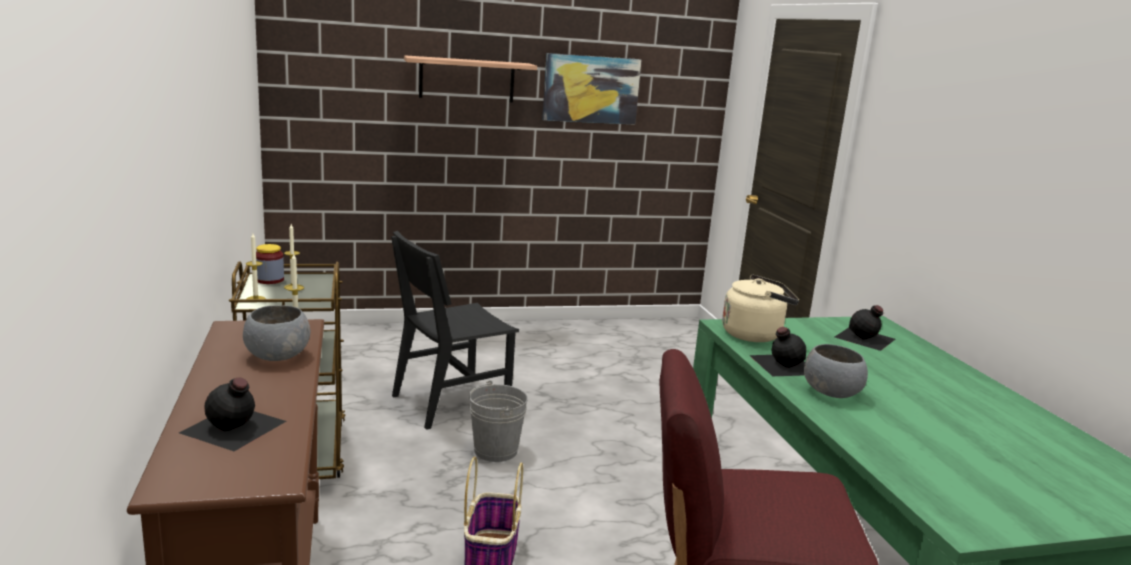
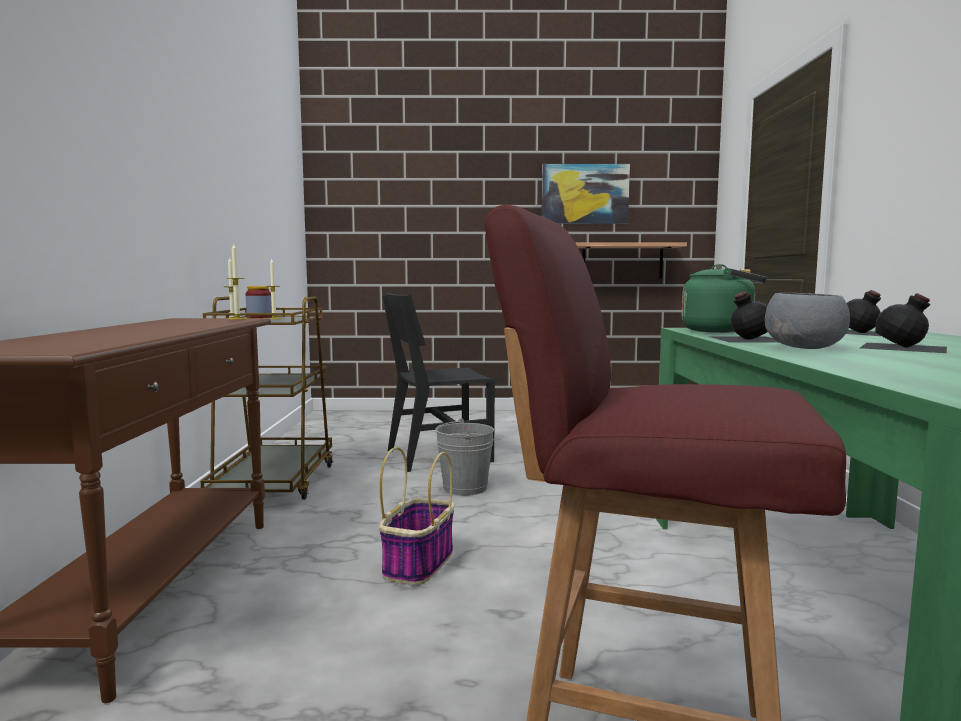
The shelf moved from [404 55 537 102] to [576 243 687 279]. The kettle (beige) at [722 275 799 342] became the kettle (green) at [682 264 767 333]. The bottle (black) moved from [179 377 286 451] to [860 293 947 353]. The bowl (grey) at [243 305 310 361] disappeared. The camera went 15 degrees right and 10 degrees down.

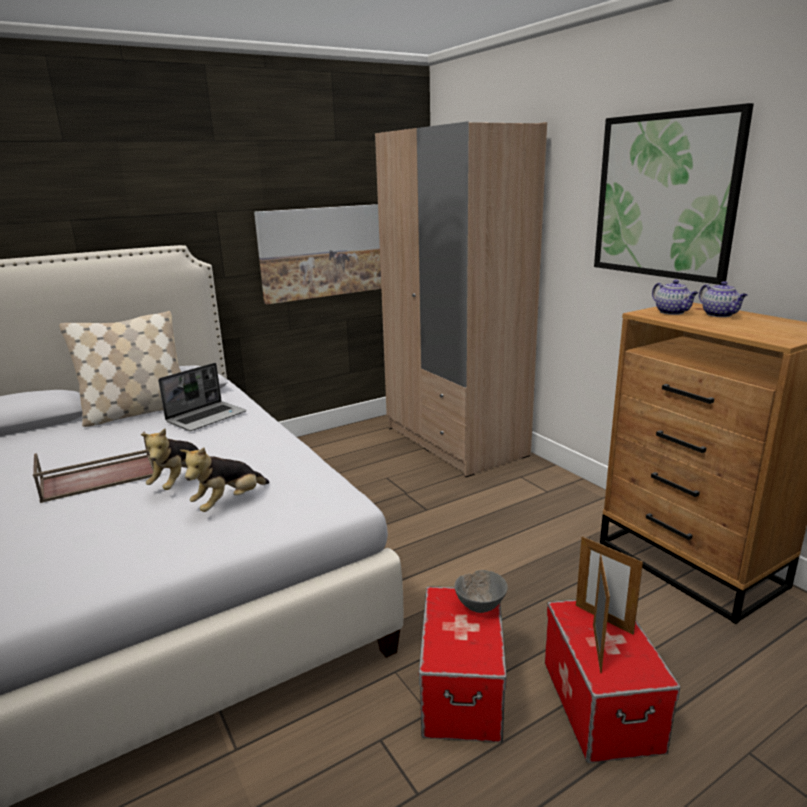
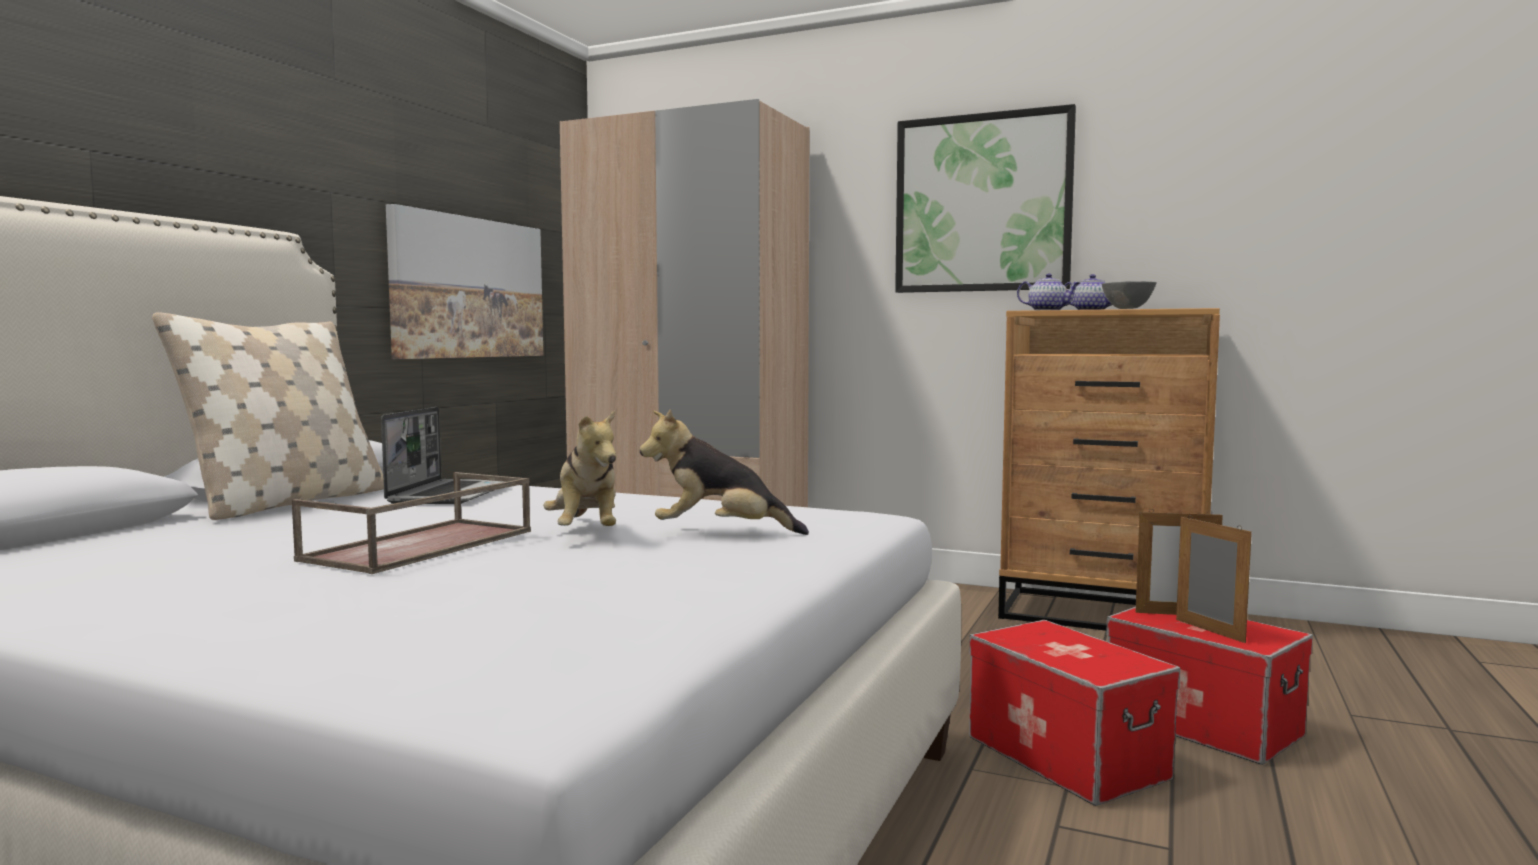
The plush toy at [180 447 270 512] turned 90 degrees clockwise. The bowl (grey) moved from [454 570 508 613] to [1102 281 1157 309]. The camera went 35 degrees left and 15 degrees down.

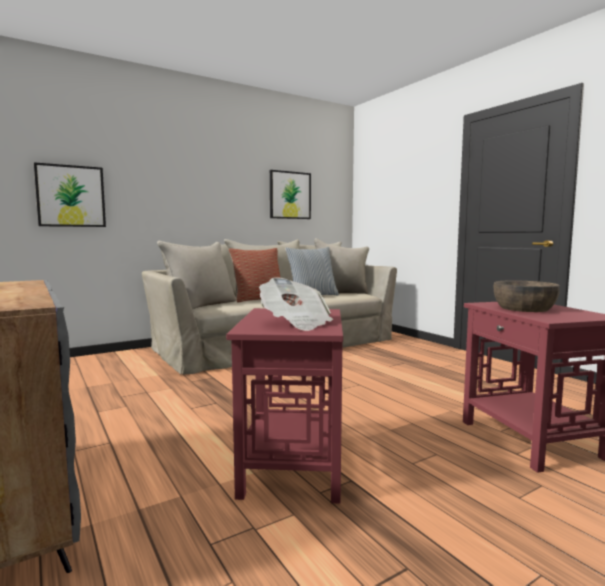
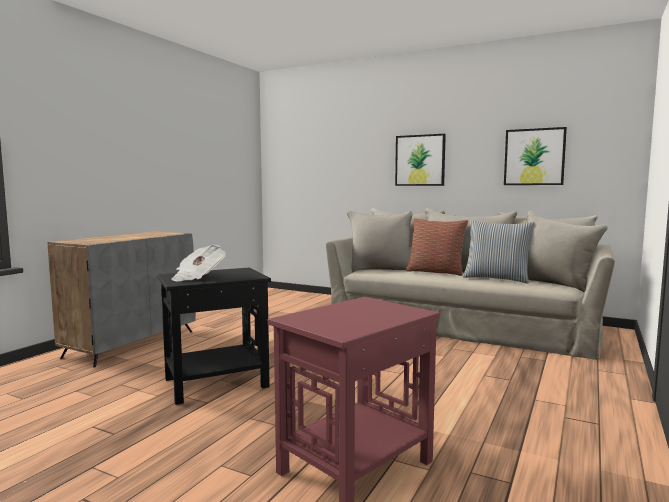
The side table (red) at [226 308 343 504] became the side table (black) at [157 267 271 405]. The picture moved from [34 162 106 227] to [395 134 446 186]. The bowl (brown) at [494 280 560 312] disappeared. The camera went 60 degrees right and 0 degrees up.

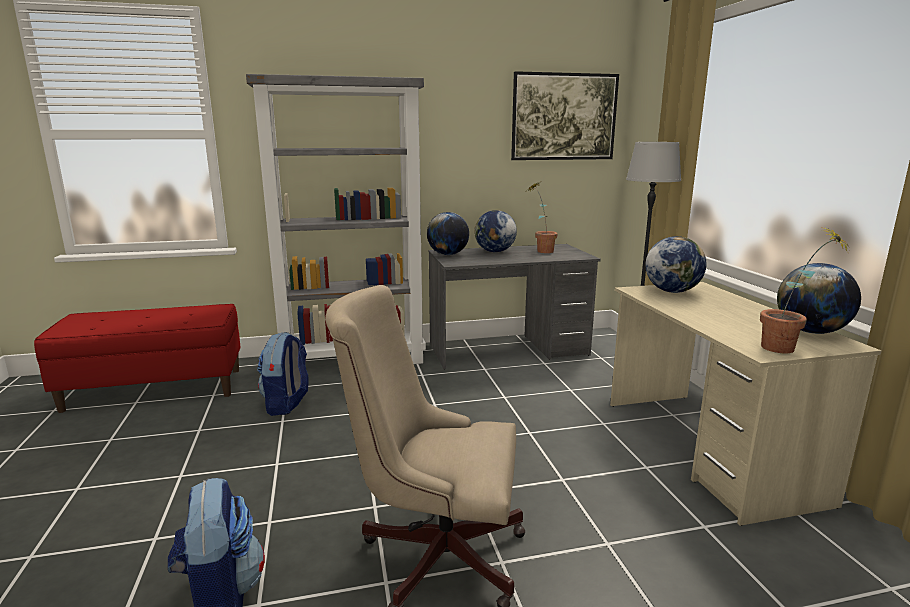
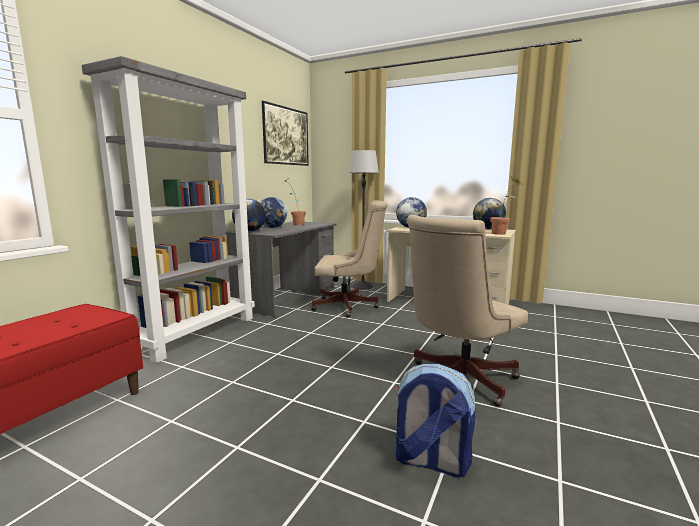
The office chair (beige) at [311 200 388 317] appeared. The backpack at [257 332 308 416] disappeared. The camera went 50 degrees left and 5 degrees down.

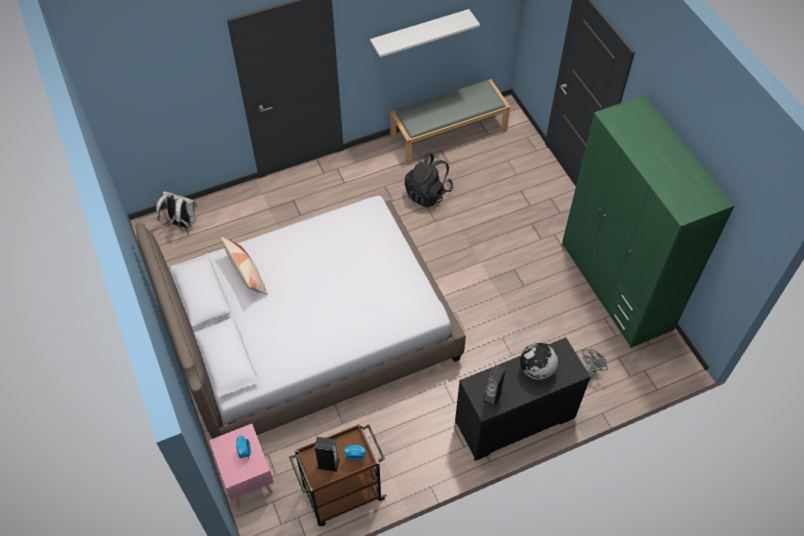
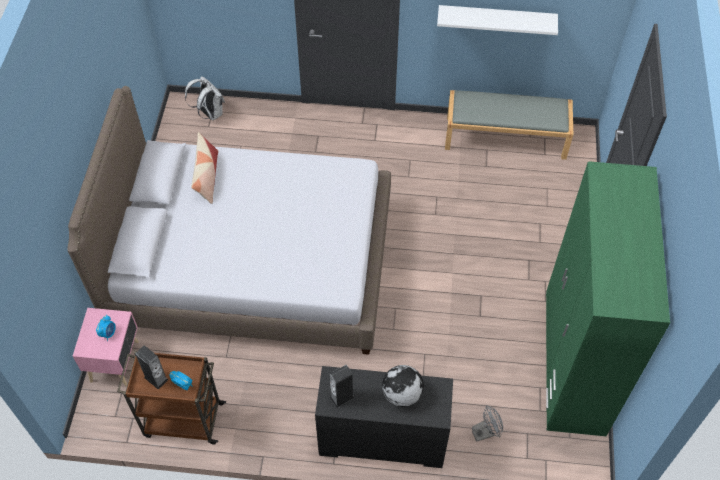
The backpack (black) at [404 153 453 207] disappeared. The camera went 30 degrees right and 0 degrees up.

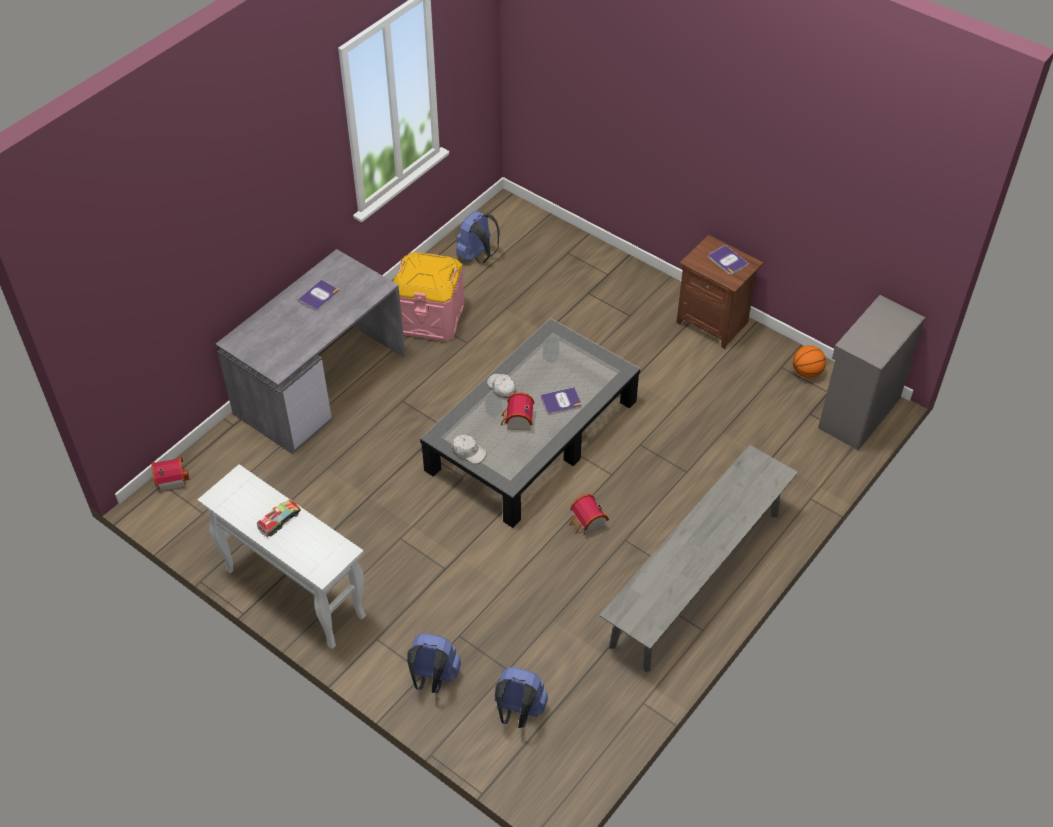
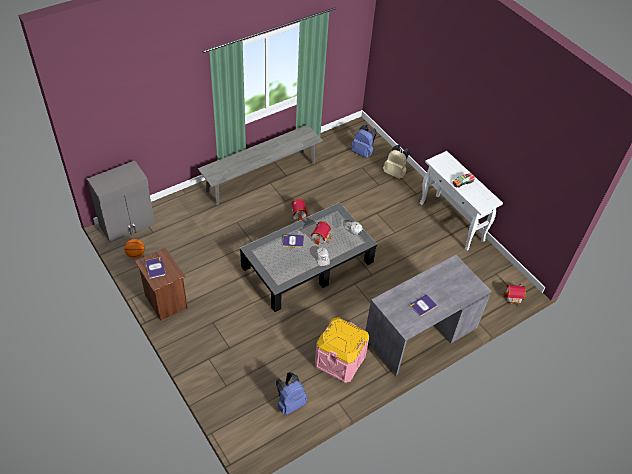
The backpack (blue) at [407 633 461 693] became the backpack (beige) at [383 145 410 179]. The camera went 165 degrees left and 0 degrees up.

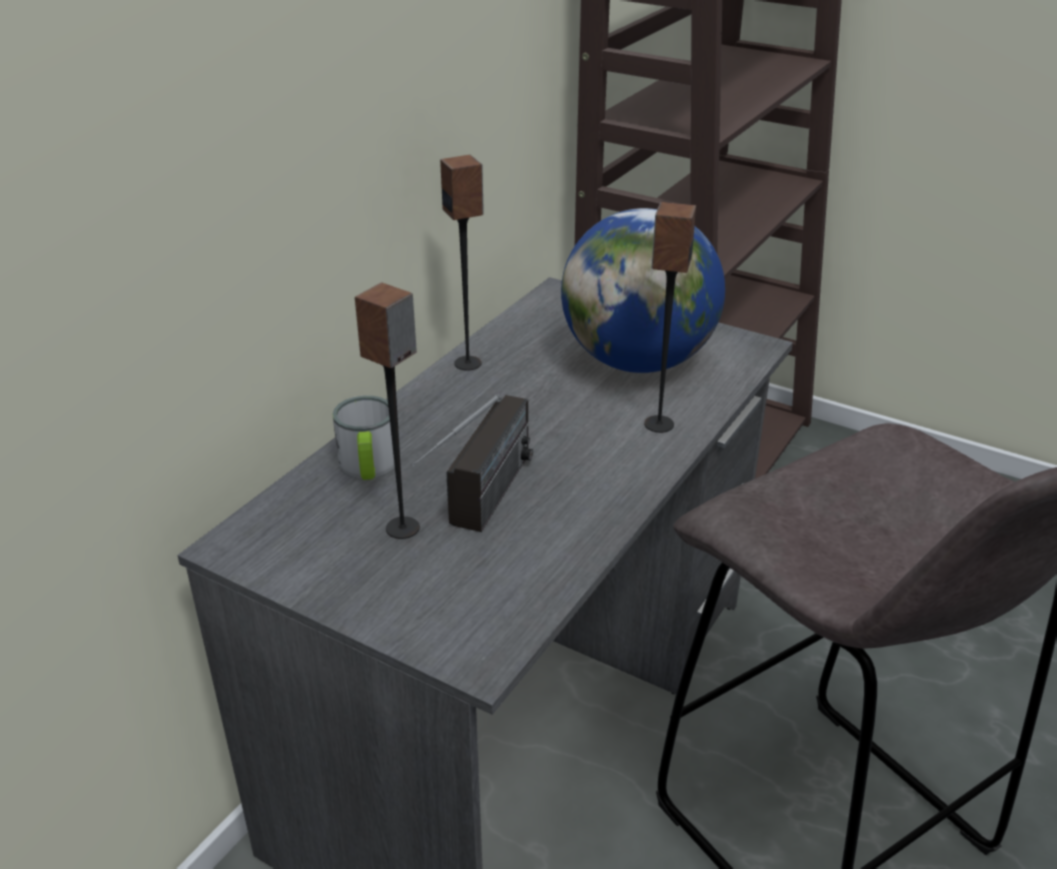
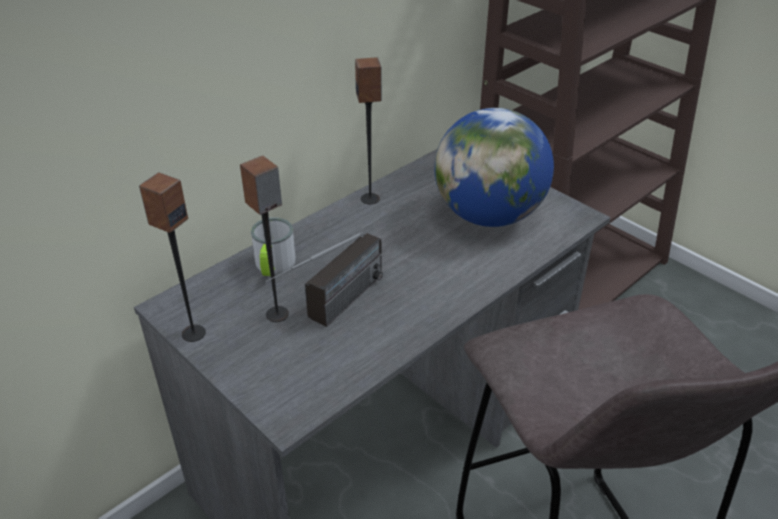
The speaker moved from [644 202 696 433] to [139 173 206 342]. The camera went 15 degrees right and 5 degrees up.

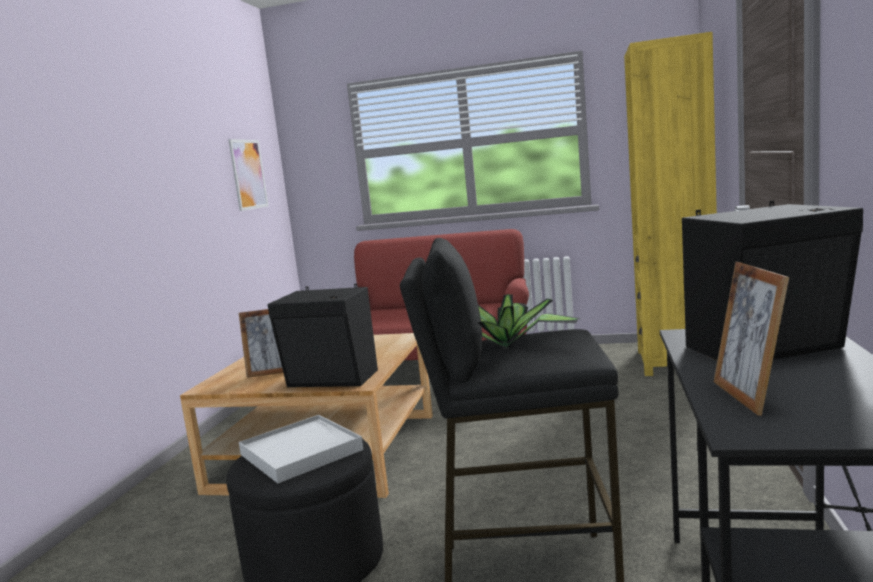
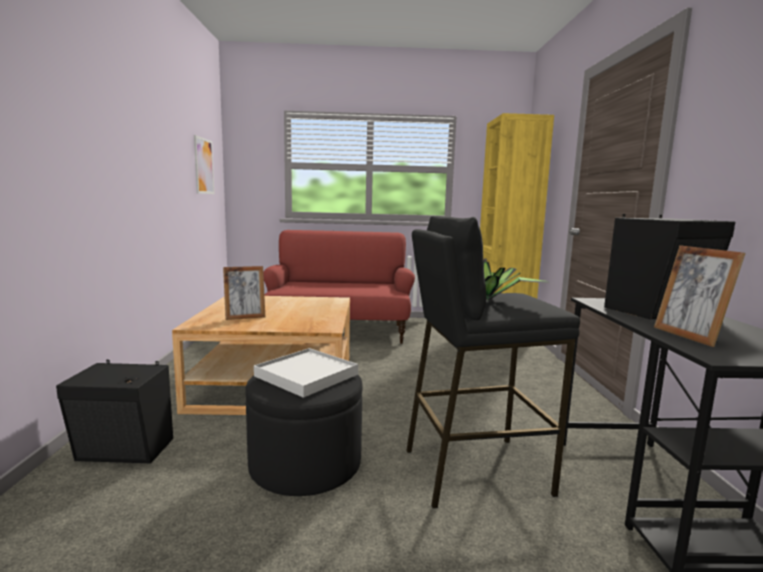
The speaker (black) moved from [268 284 378 387] to [56 360 173 463]. The camera went 15 degrees left and 0 degrees up.

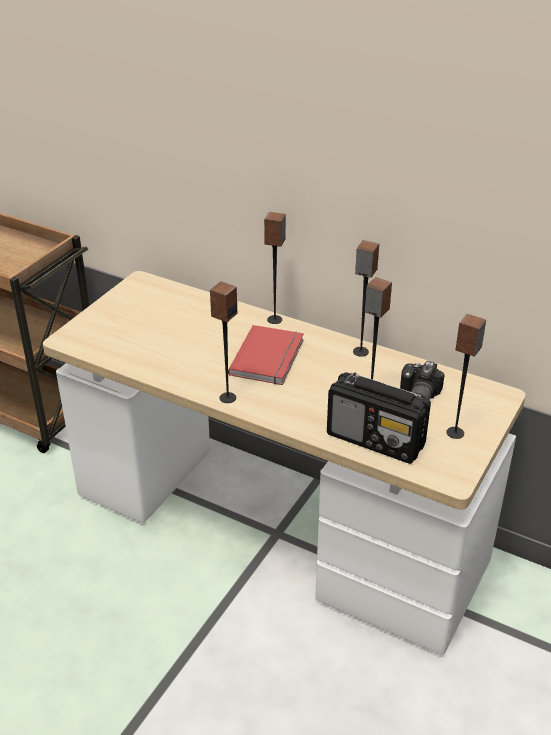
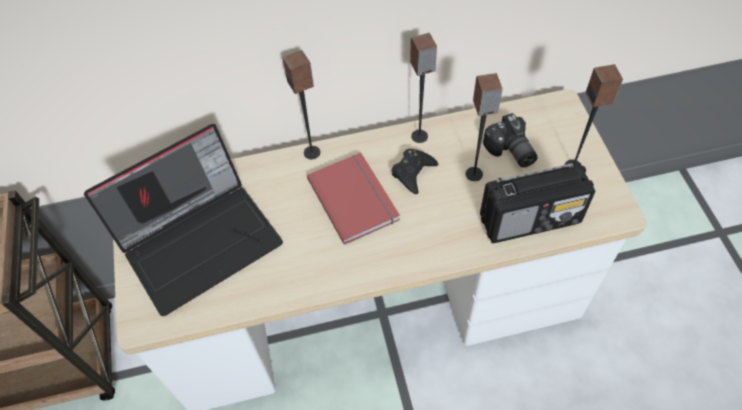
The laptop at [84 124 283 316] appeared. The game controller (black) at [392 149 438 194] appeared. The speaker at [210 282 237 403] disappeared. The camera went 40 degrees left and 20 degrees up.

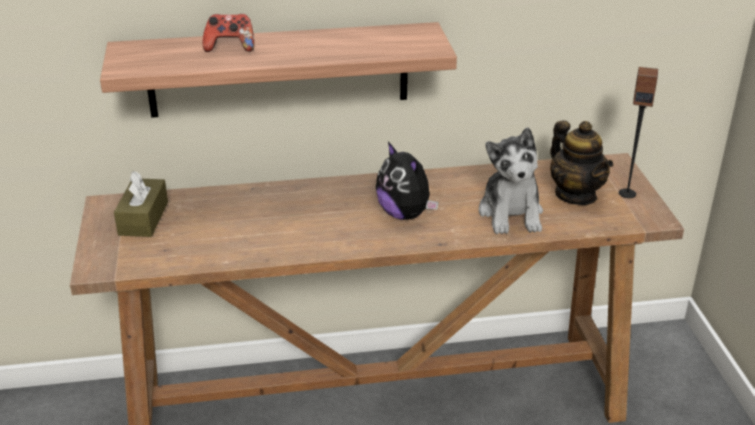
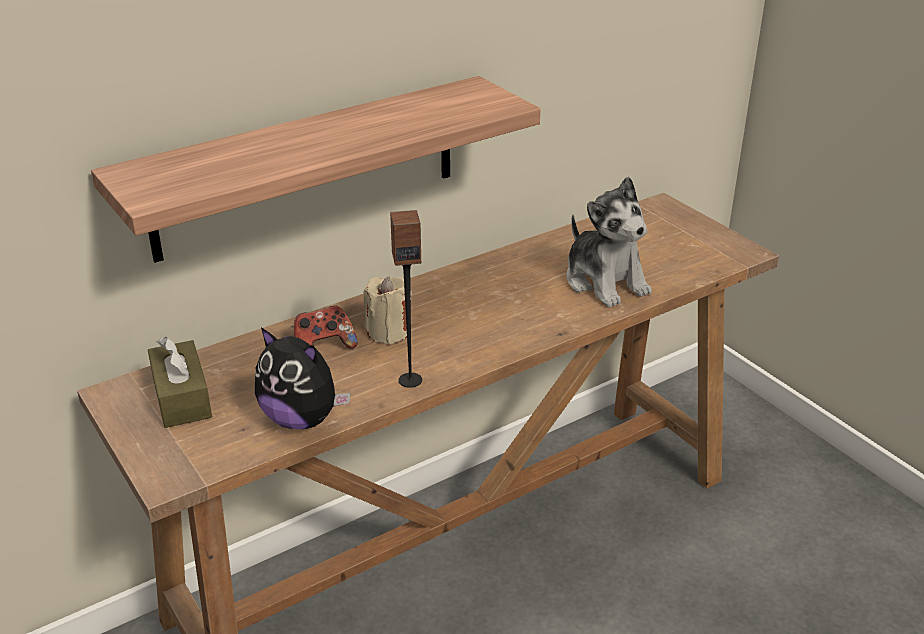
The plush toy moved from [376 142 439 220] to [255 327 351 429]. The game controller moved from [203 14 254 52] to [294 306 357 349]. The candle (beige) at [364 277 412 344] appeared. The speaker moved from [619 67 658 198] to [390 210 422 388]. The teapot at [550 120 613 205] disappeared. The camera went 25 degrees left and 0 degrees up.

